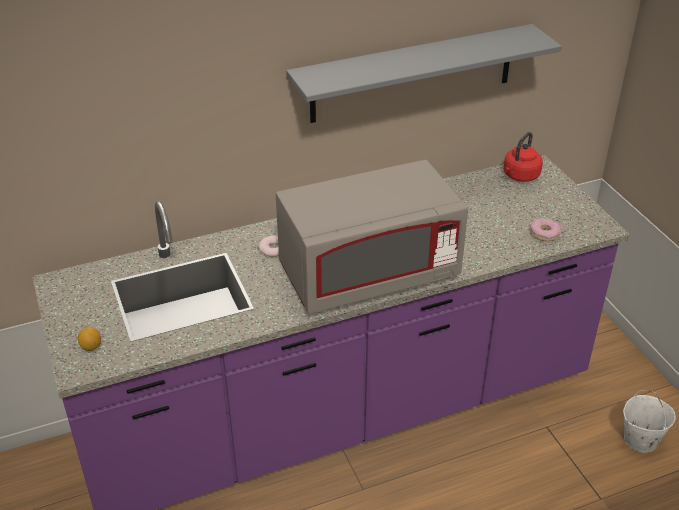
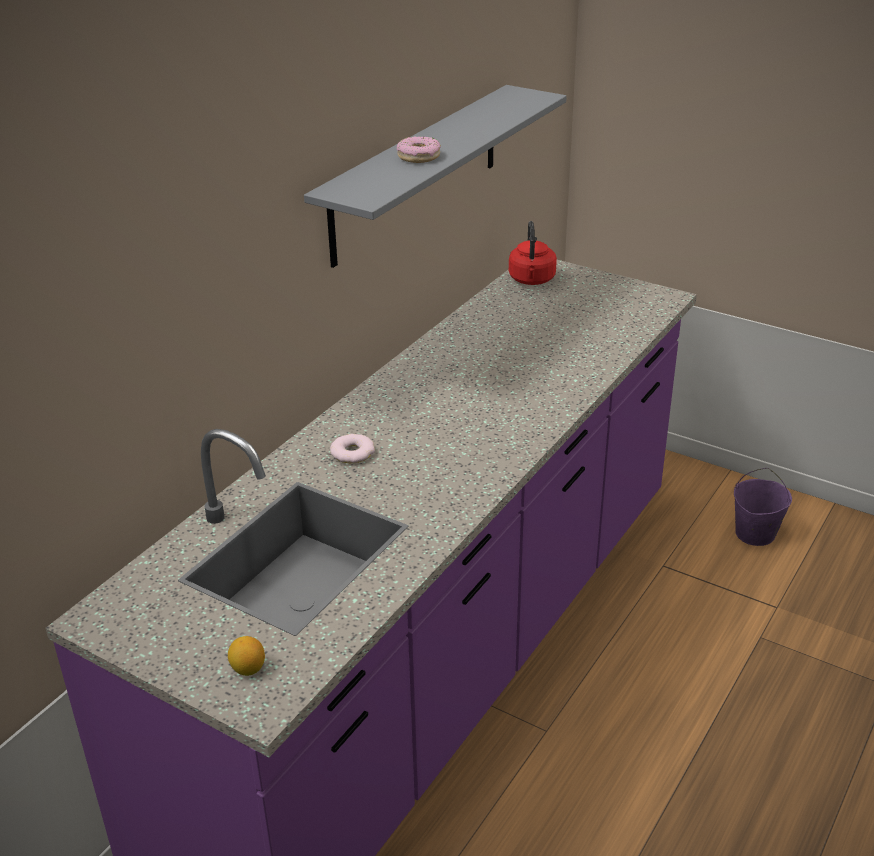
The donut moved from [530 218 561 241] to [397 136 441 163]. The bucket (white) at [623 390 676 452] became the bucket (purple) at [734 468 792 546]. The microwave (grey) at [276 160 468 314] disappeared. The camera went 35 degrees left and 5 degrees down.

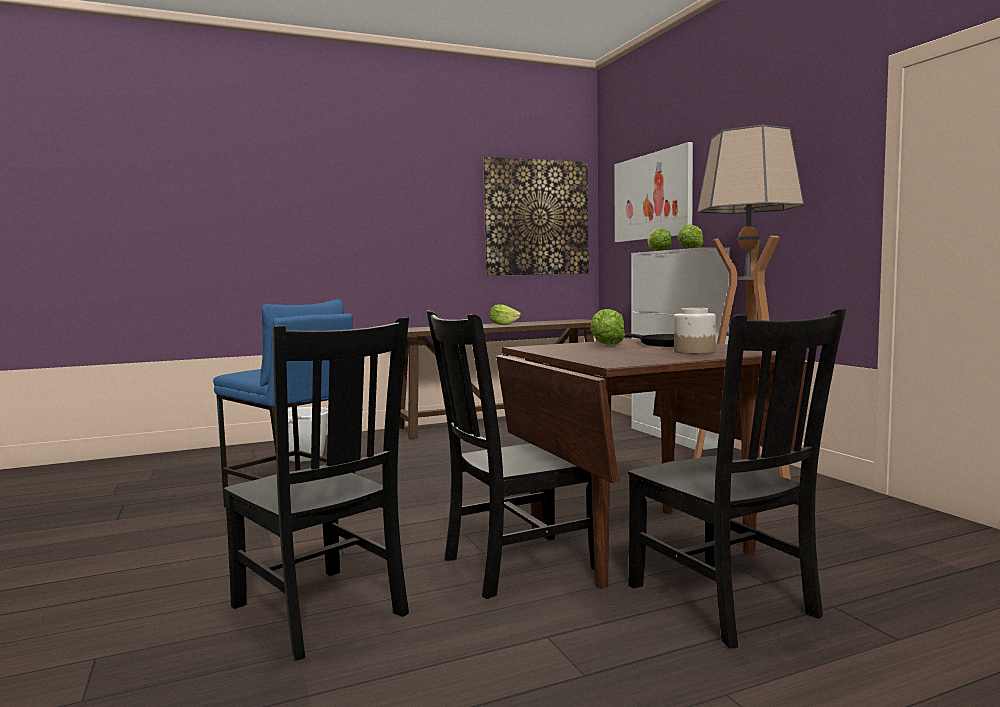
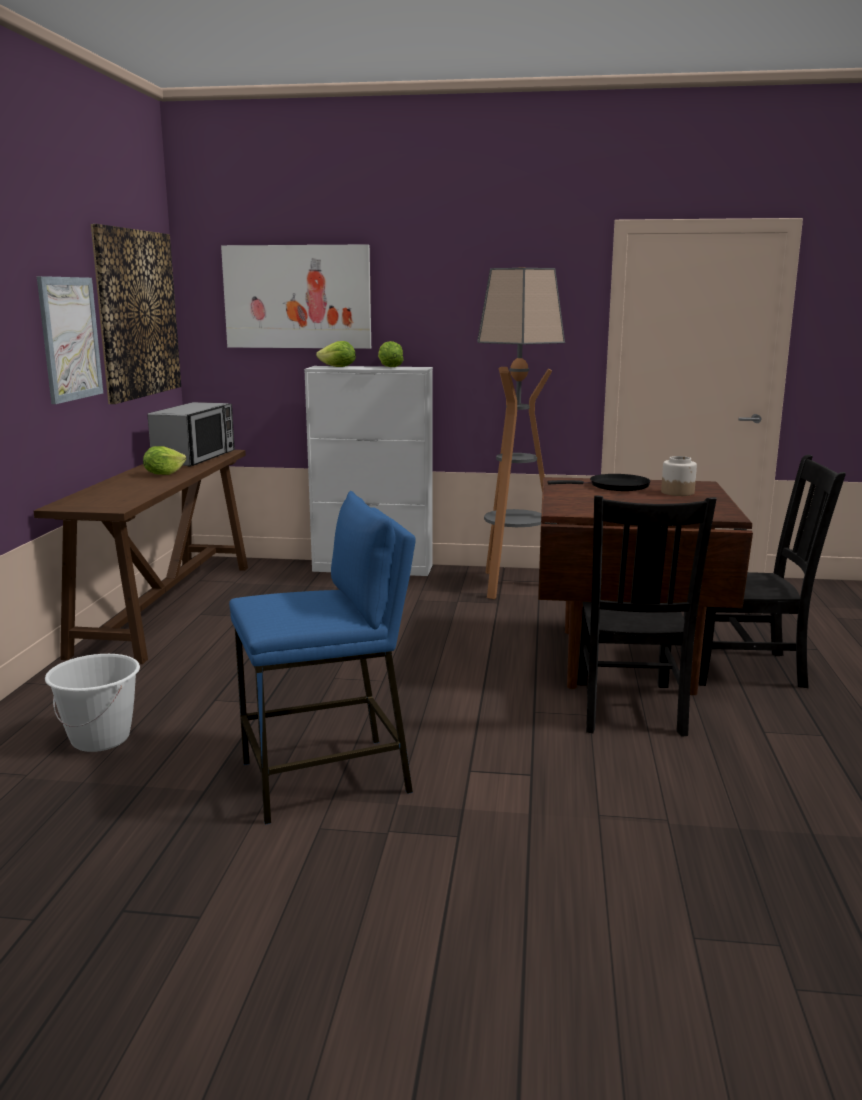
The picture at [37 276 103 404] appeared. The microwave at [147 402 235 467] appeared. The chair (black) at [223 317 409 660] disappeared. The lettuce at [590 309 625 345] disappeared. The camera went 60 degrees left and 10 degrees up.

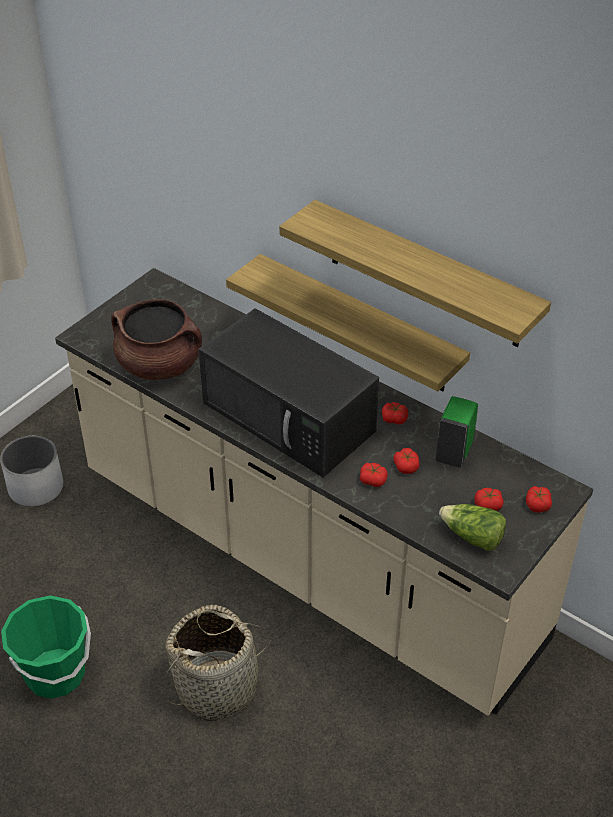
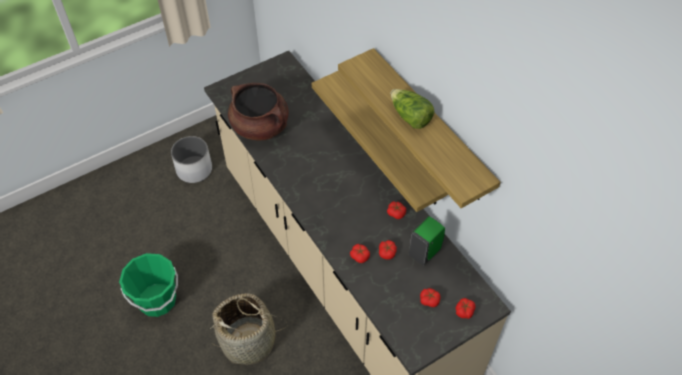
The lettuce moved from [439 504 506 551] to [390 89 434 129]. The microwave (black) at [199 308 379 478] disappeared. The camera went 20 degrees right and 10 degrees up.

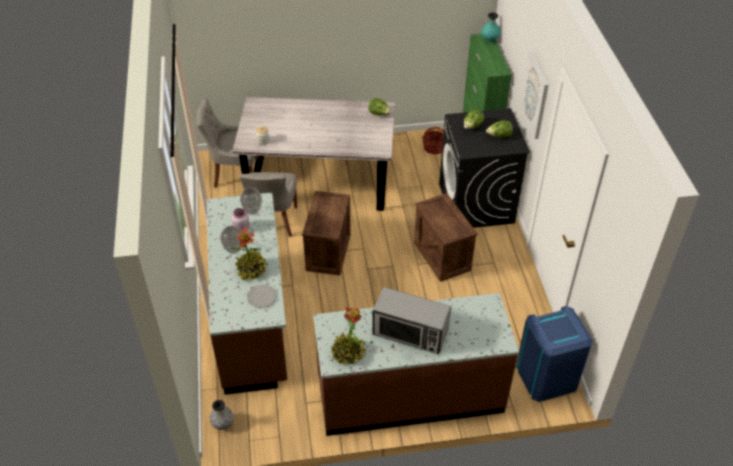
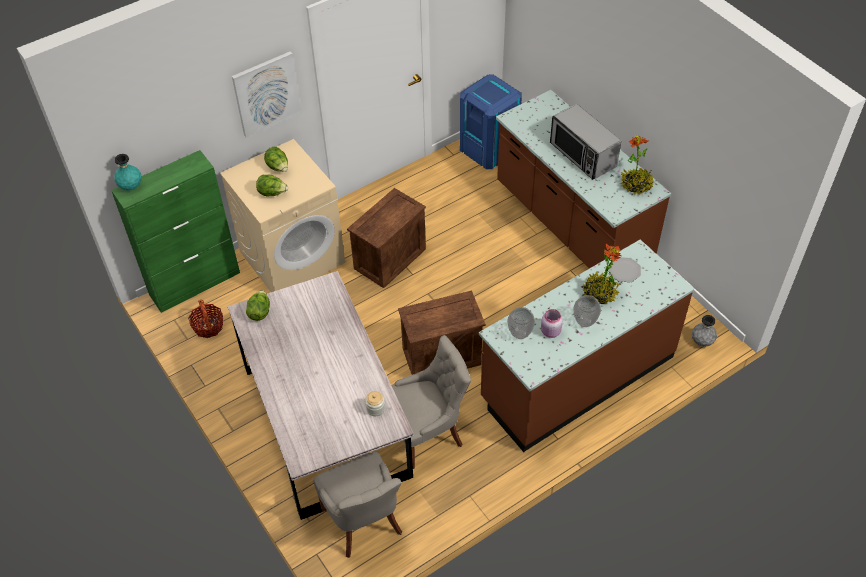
The washing machine (black) at [439 108 530 228] became the washing machine (beige) at [220 139 345 292]. The microwave at [372 287 451 354] turned 150 degrees clockwise. The camera went 115 degrees left and 5 degrees up.

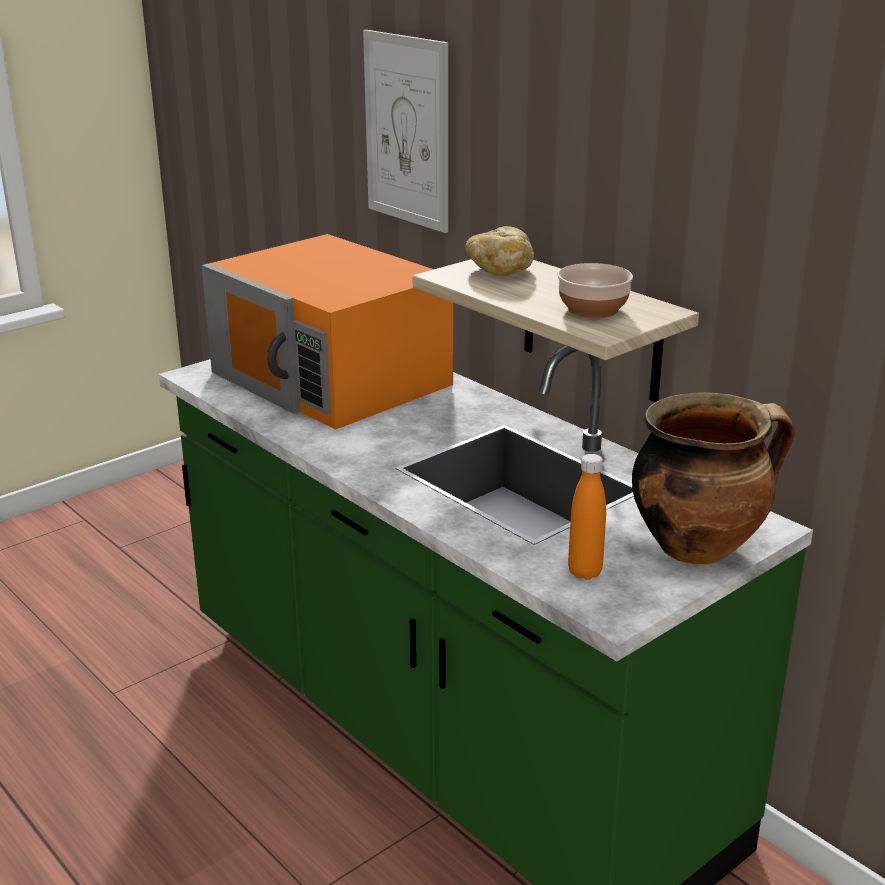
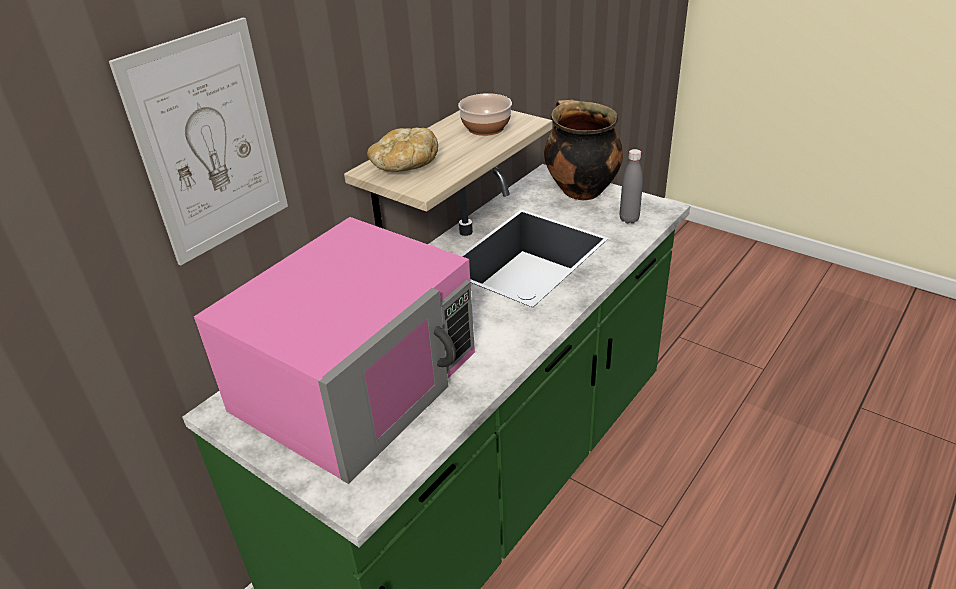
The microwave (orange) at [202 234 453 430] became the microwave (pink) at [194 217 475 484]. The bottle (orange) at [568 454 606 580] became the bottle (grey) at [620 149 643 223]. The camera went 100 degrees left and 10 degrees up.

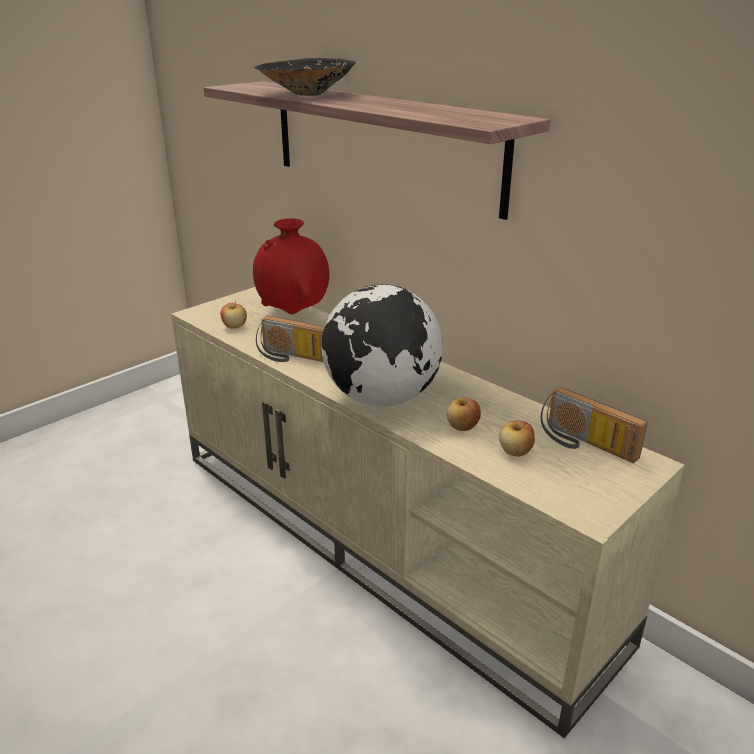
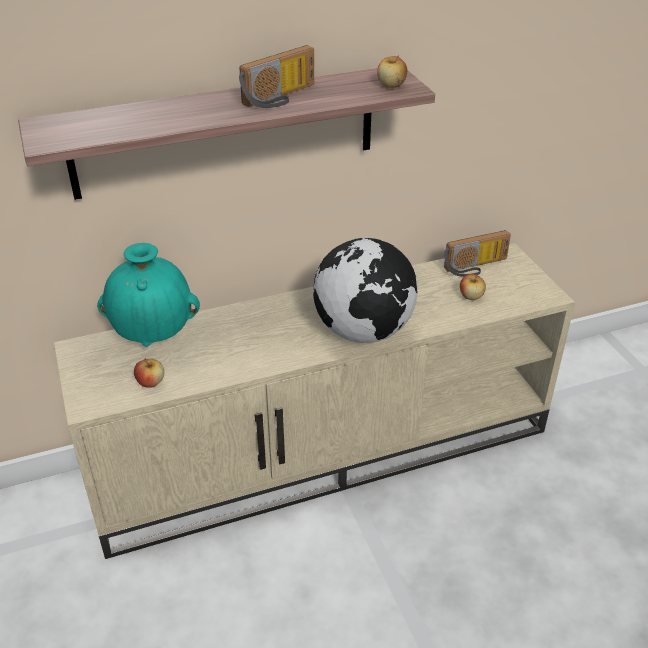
The vase (red) at [253 218 329 314] became the vase (turquoise) at [97 243 200 347]. The radio moved from [256 316 325 362] to [239 45 314 108]. The apple moved from [446 398 481 431] to [377 56 407 88]. The bowl (black) at [254 58 356 96] disappeared. The camera went 65 degrees left and 10 degrees up.

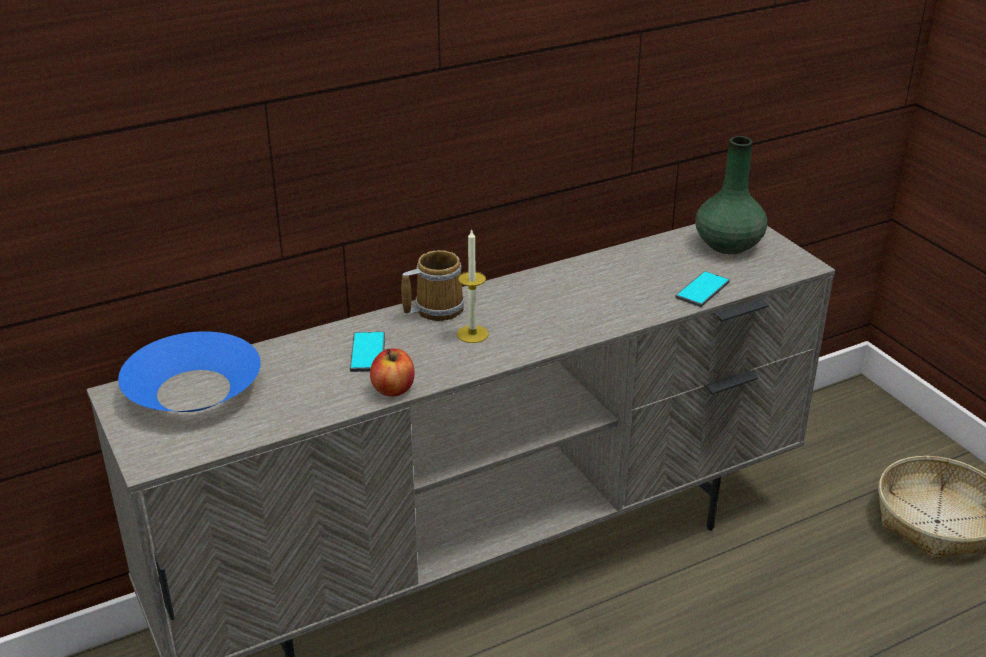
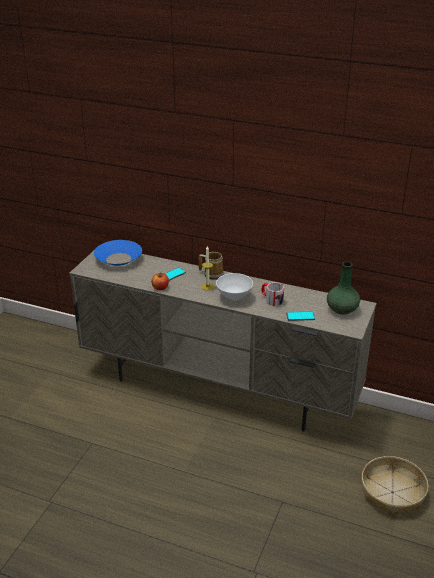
The bowl (white) at [216 273 253 300] appeared. The mug at [262 282 284 306] appeared. The camera went 50 degrees right and 0 degrees up.

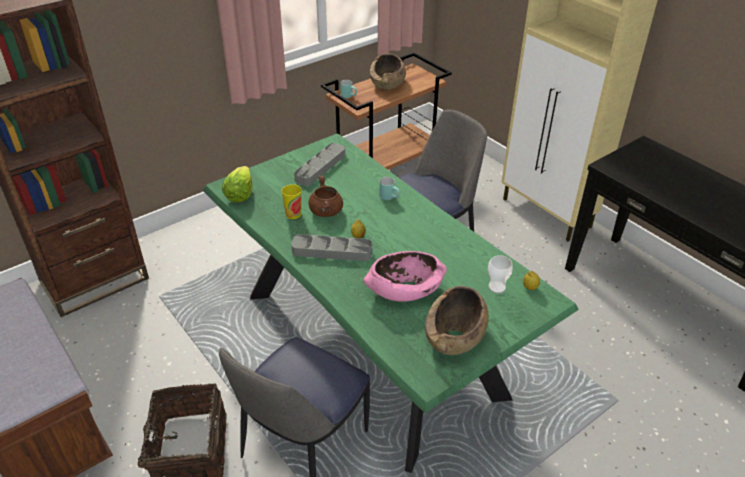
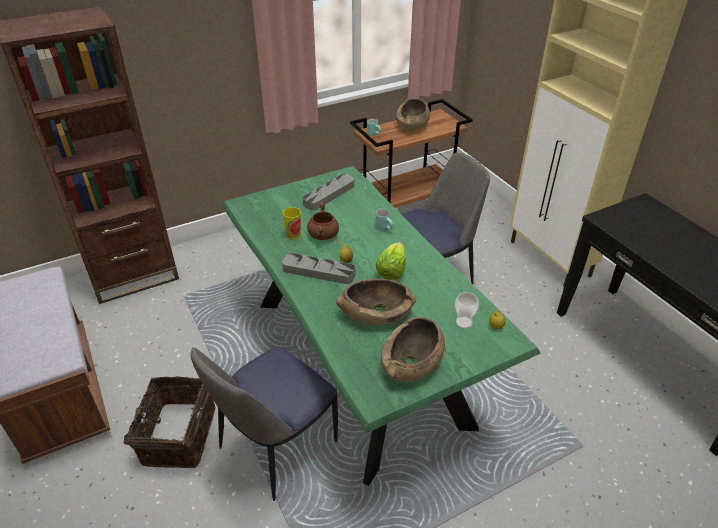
The bowl (pink) at [364 251 447 302] became the bowl (brown) at [336 279 416 326]. The lettuce moved from [222 166 253 203] to [375 242 406 280]. The camera went 10 degrees right and 0 degrees up.

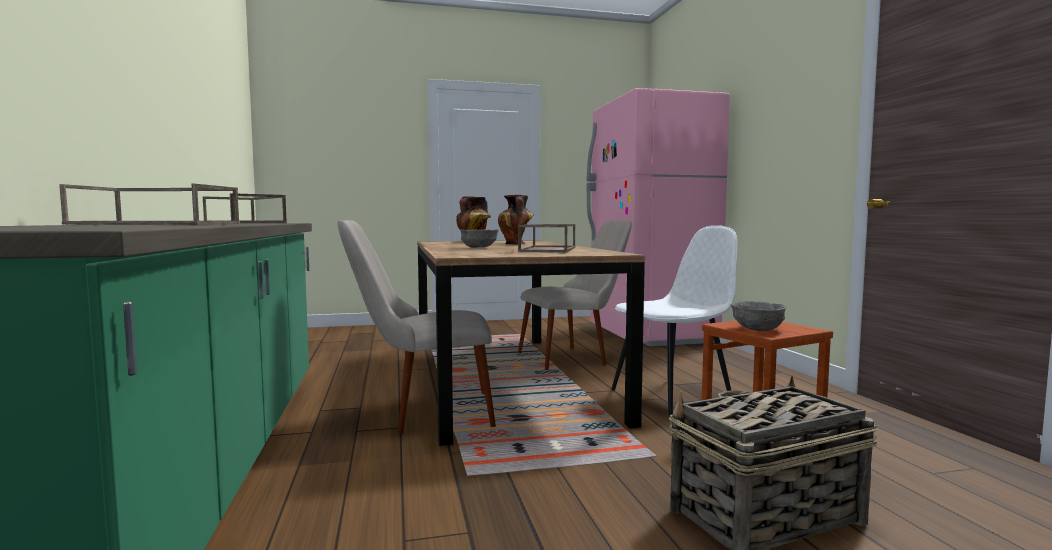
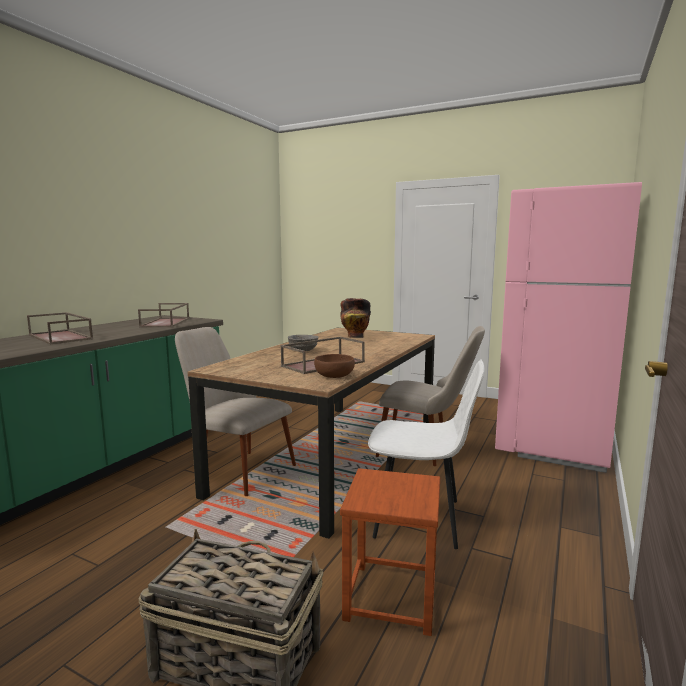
The bowl (brown) at [314 354 355 378] appeared. The vase at [498 195 534 244] disappeared. The bowl (grey) at [731 301 786 331] disappeared. The camera went 40 degrees right and 5 degrees up.

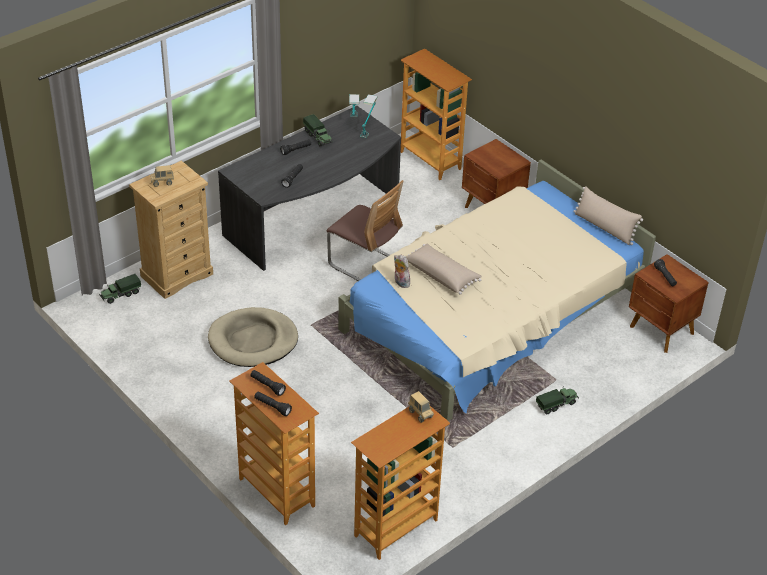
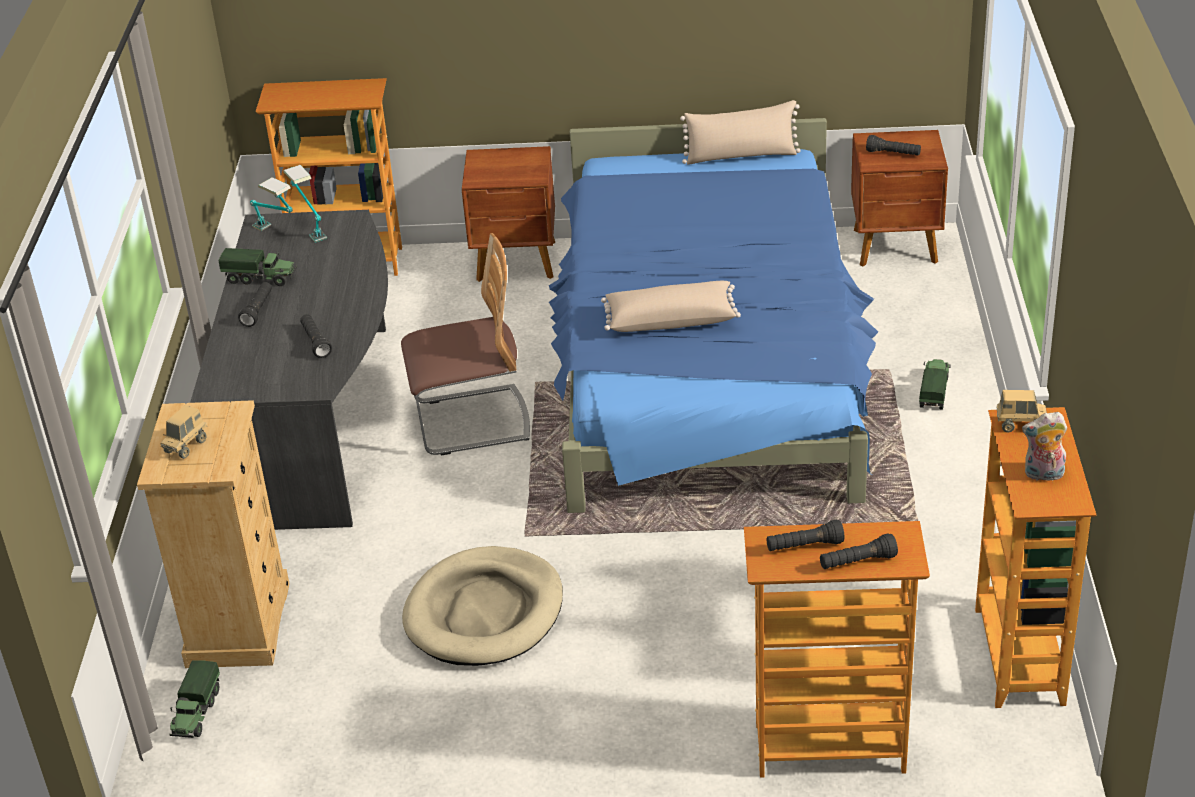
The bed (beige) at [338 159 656 421] became the bed (blue) at [549 118 878 513]. The plush toy moved from [394 254 410 288] to [1022 412 1067 481]. The camera went 45 degrees left and 5 degrees down.

